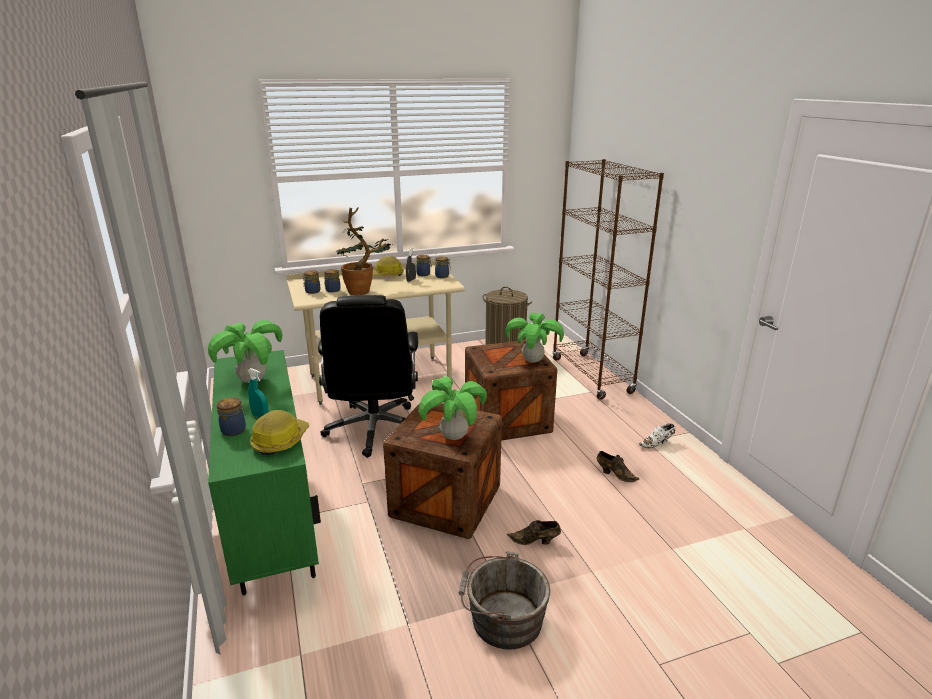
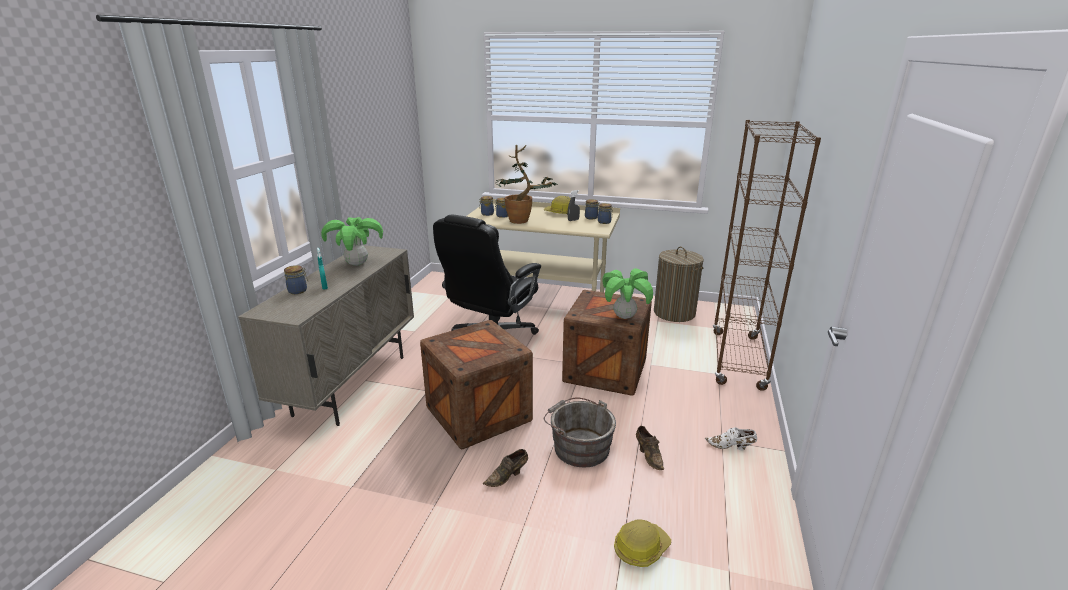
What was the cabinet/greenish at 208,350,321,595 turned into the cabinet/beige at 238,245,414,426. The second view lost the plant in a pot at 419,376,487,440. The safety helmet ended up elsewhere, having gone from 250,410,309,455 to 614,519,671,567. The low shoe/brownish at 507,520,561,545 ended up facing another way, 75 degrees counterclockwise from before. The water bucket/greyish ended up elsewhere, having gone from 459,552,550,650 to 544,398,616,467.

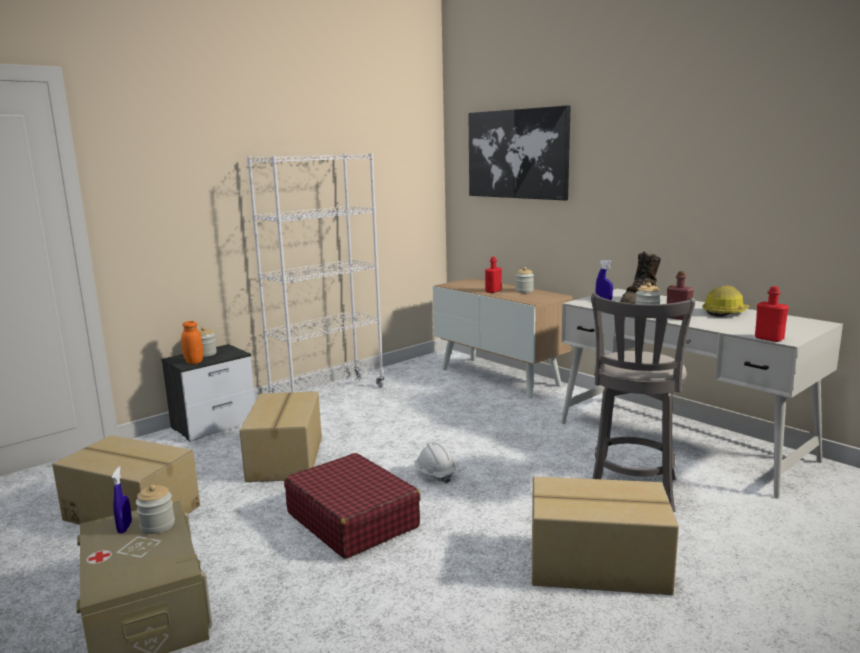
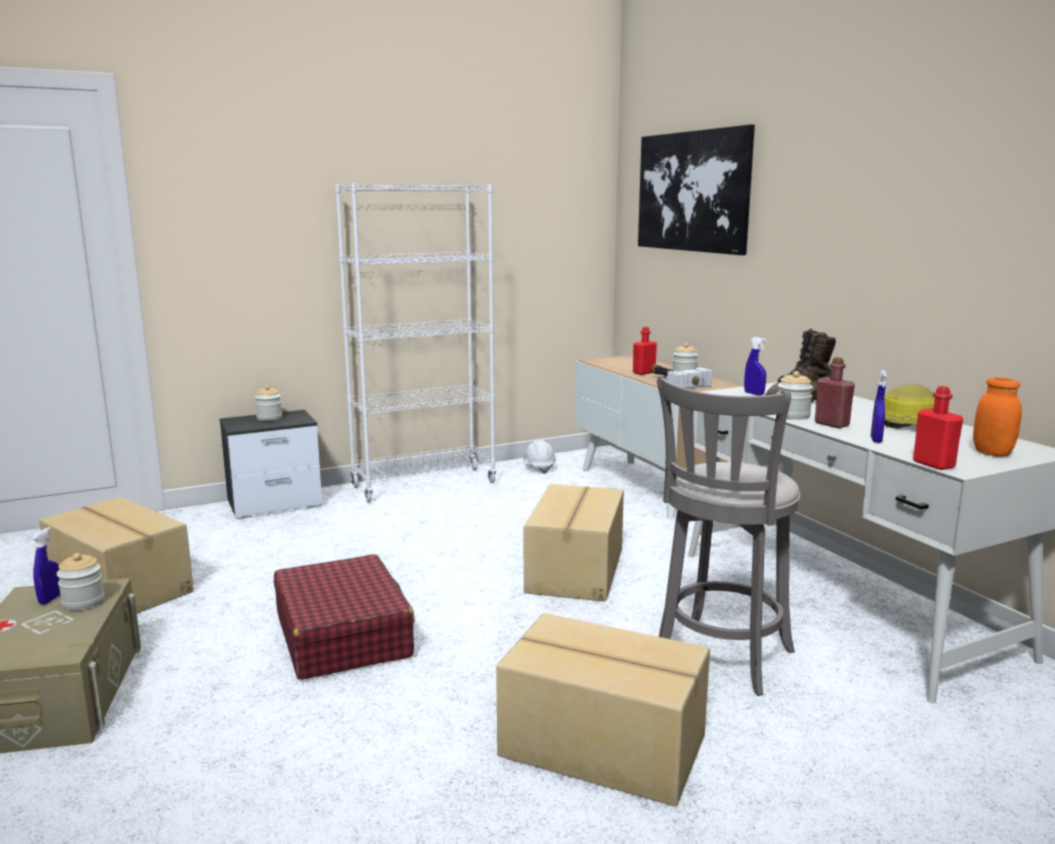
The storage jar/orange-coloured ended up elsewhere, having gone from 181,321,203,364 to 973,377,1022,457. The cardboard box ended up elsewhere, having gone from 239,391,322,482 to 524,484,624,602. The safety helmet/white ended up elsewhere, having gone from 414,442,456,484 to 523,439,556,474. The second view gained the hand hammer at 651,364,712,389. The second view gained the spray bottle/bluish at 871,370,887,443.

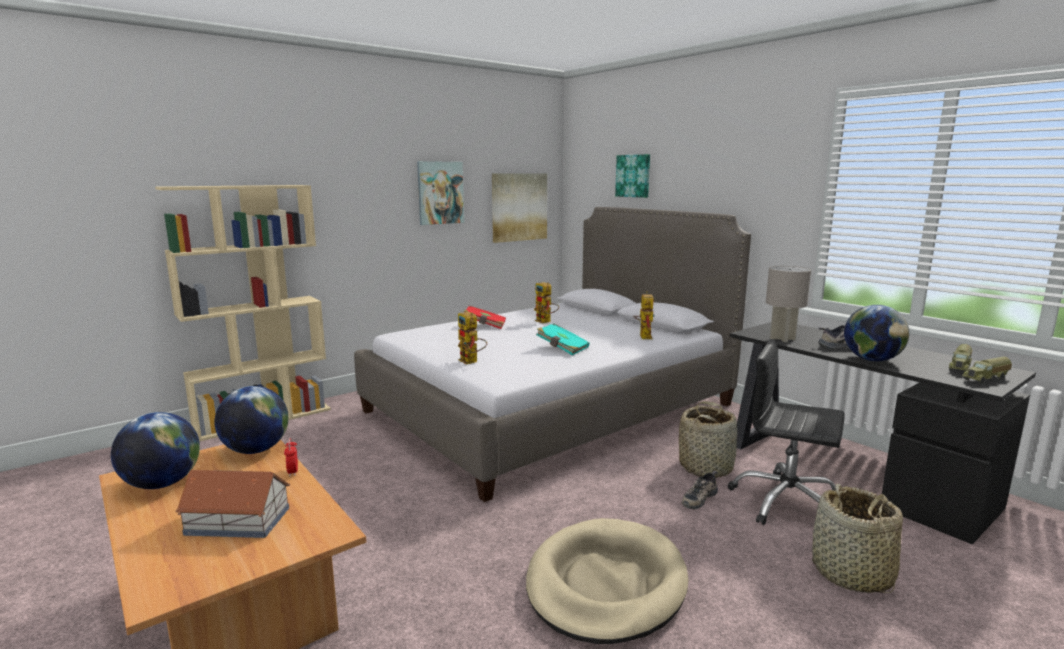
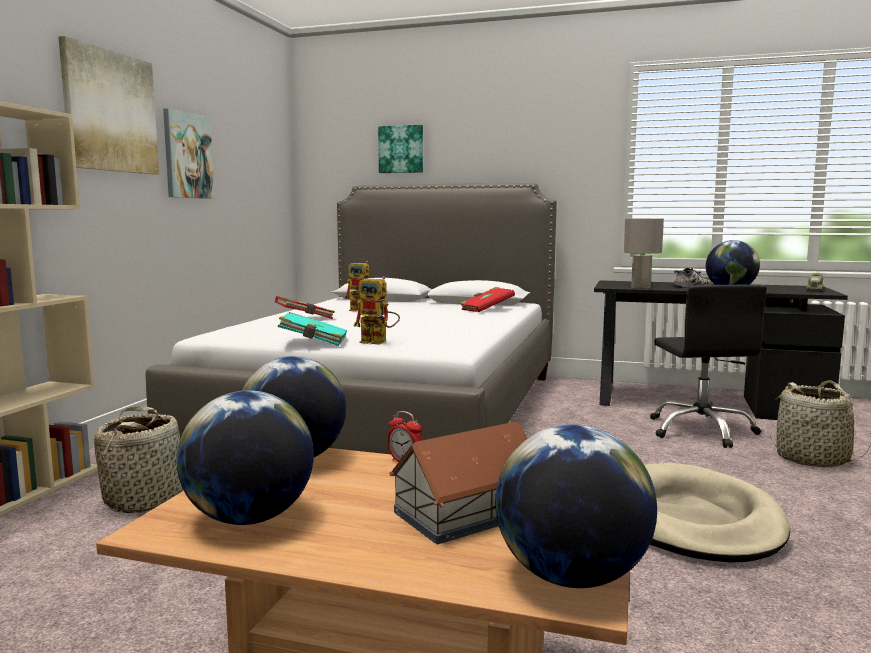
The wall art ended up elsewhere, having gone from 492,174,547,243 to 59,36,159,174. Where the toy robot stood at 633,292,655,339, the book/red came to stand at 460,287,515,312. The book/turquoise ended up elsewhere, having gone from 536,323,590,355 to 278,312,347,346. The computer chair/blackish at 728,339,845,525 ended up facing another way, 90 degrees counterclockwise from before. The second view lost the toy lorry at 949,344,972,371. The household basket ended up elsewhere, having gone from 679,401,737,478 to 94,406,183,513. The second view lost the low shoe at 682,471,718,509. The second view gained the desk globe at 495,424,657,588.

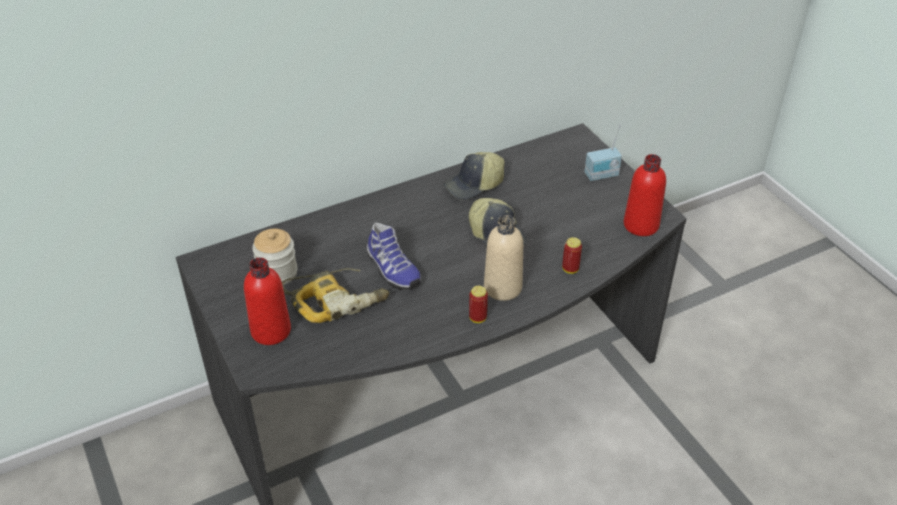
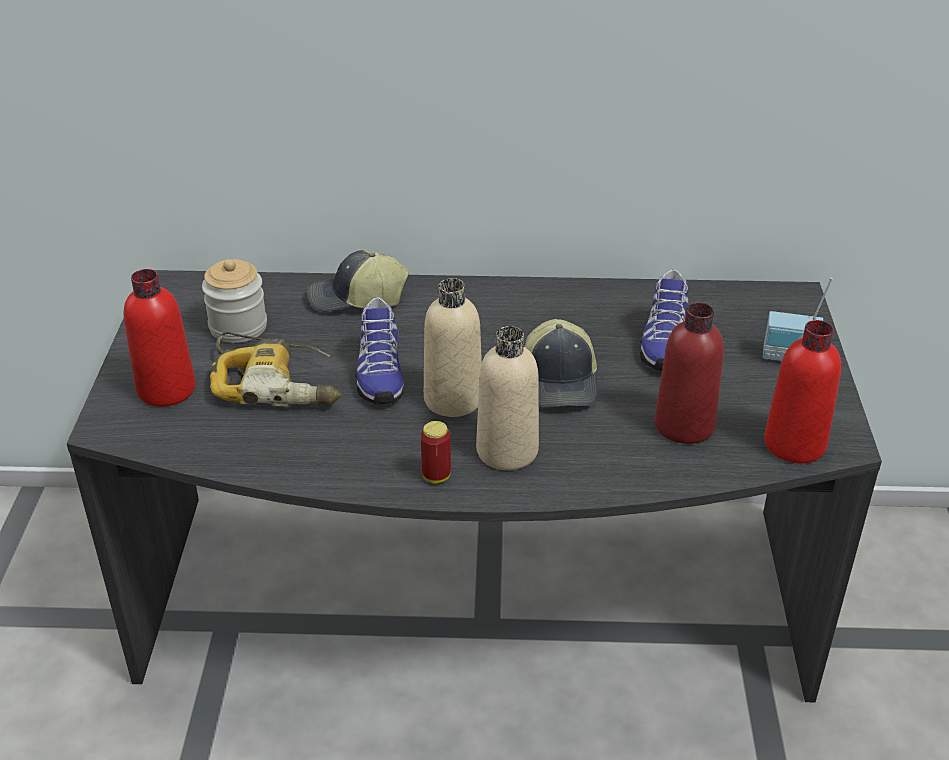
The cap ended up elsewhere, having gone from 443,152,505,200 to 307,250,409,312. The second view lost the metal can at 562,237,582,274. The second view gained the low shoe at 640,270,689,371. The second view gained the bottle/beige at 424,278,482,417. The second view gained the bottle/red at 655,303,724,444.

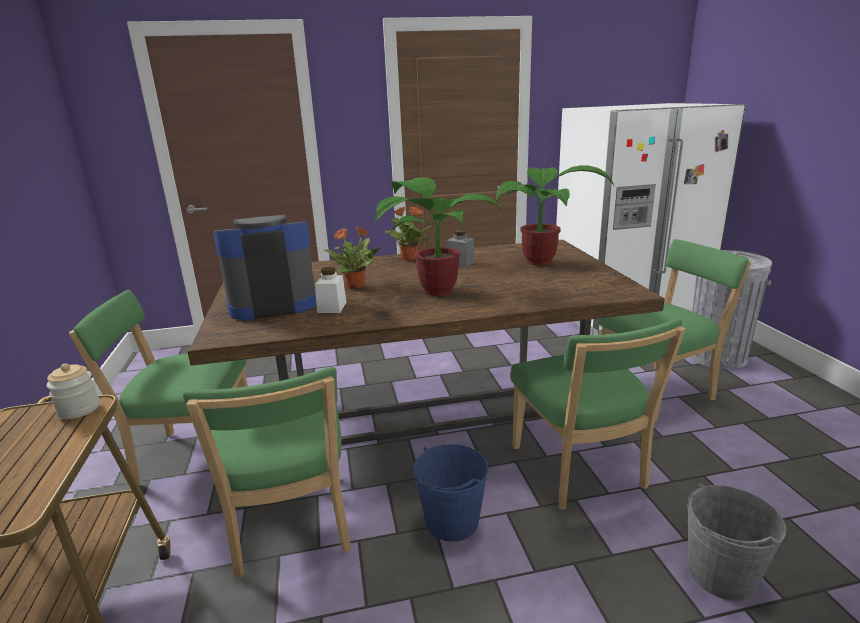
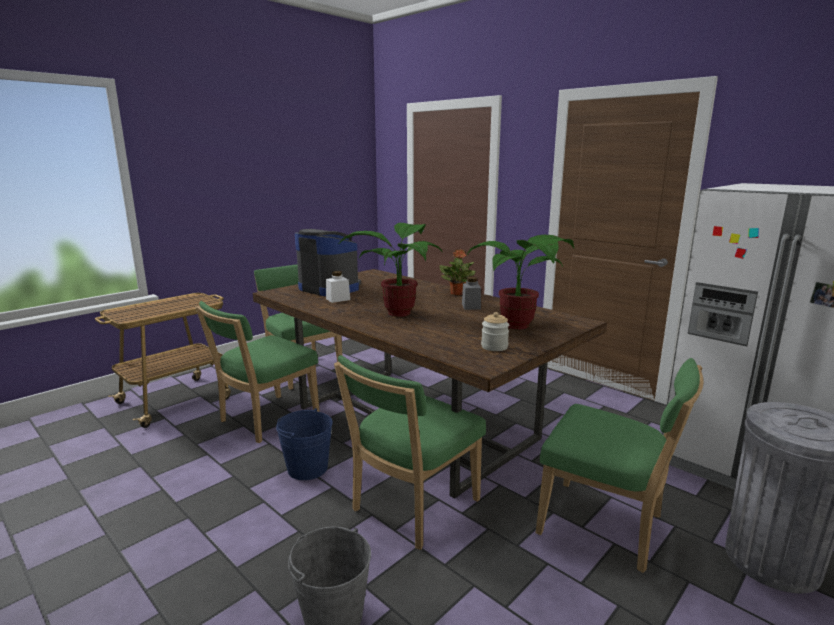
The second view lost the plant in a pot at 323,227,380,289. The storage jar ended up elsewhere, having gone from 46,363,99,419 to 481,312,509,351.

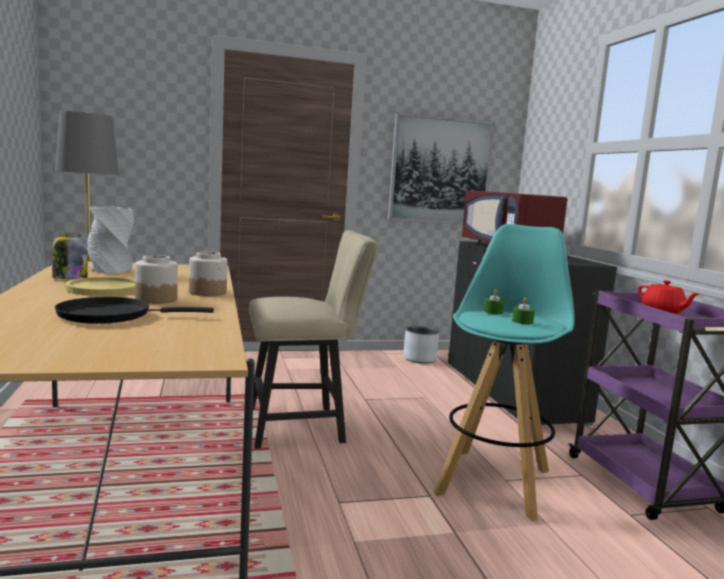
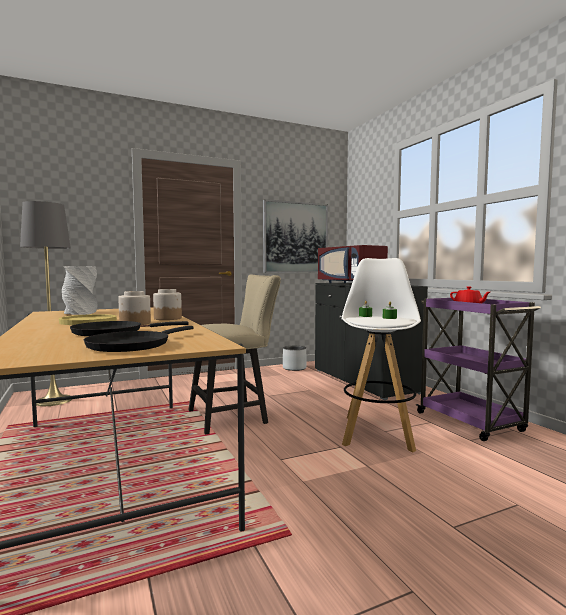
What was the stool seat/turquoise at 434,224,575,521 turned into the stool seat/white at 342,258,421,452. The second view lost the storage jar at 52,233,88,279. The second view gained the skillet/blackish at 84,326,193,352.

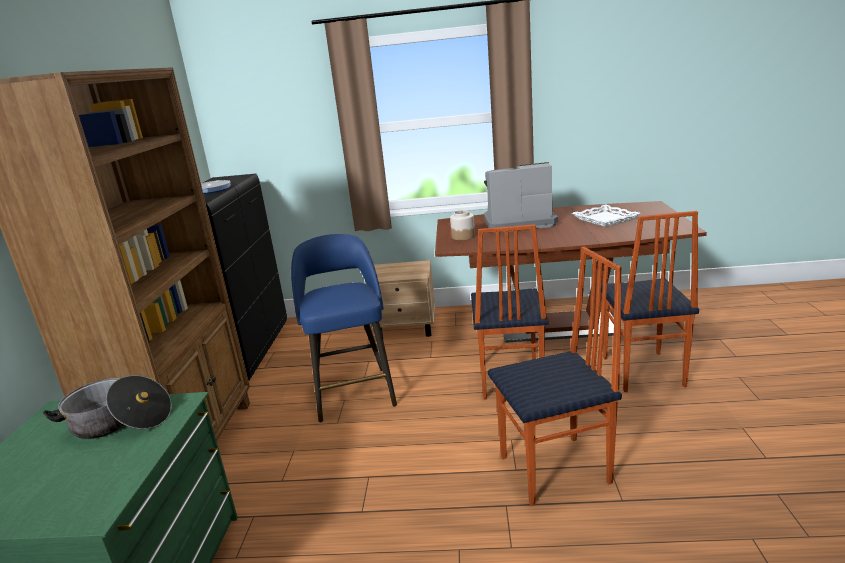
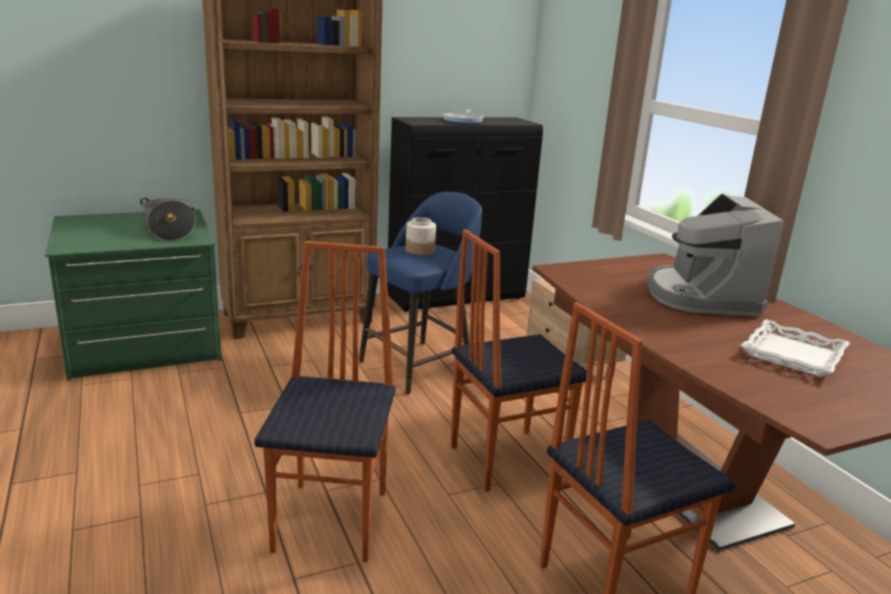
The coffee maker at 484,162,558,233 ended up facing another way, 150 degrees counterclockwise from before. The storage jar ended up elsewhere, having gone from 450,210,475,240 to 406,217,436,255. The chair at 488,247,622,506 ended up facing another way, 135 degrees counterclockwise from before.

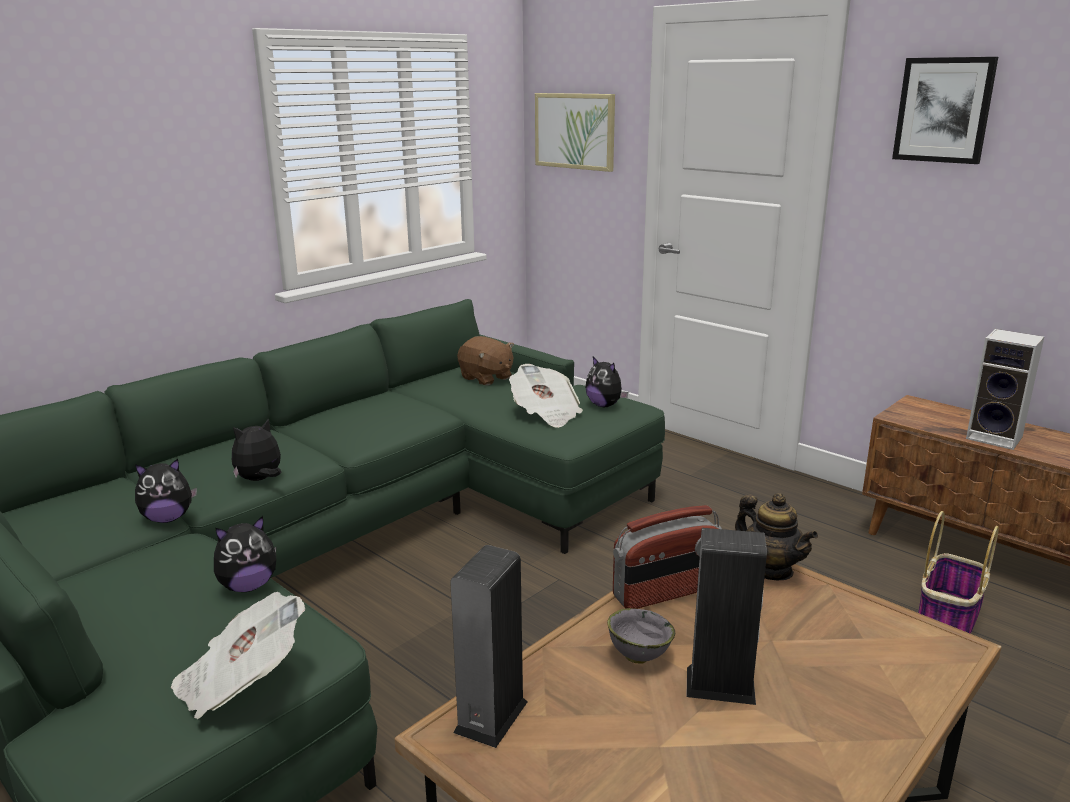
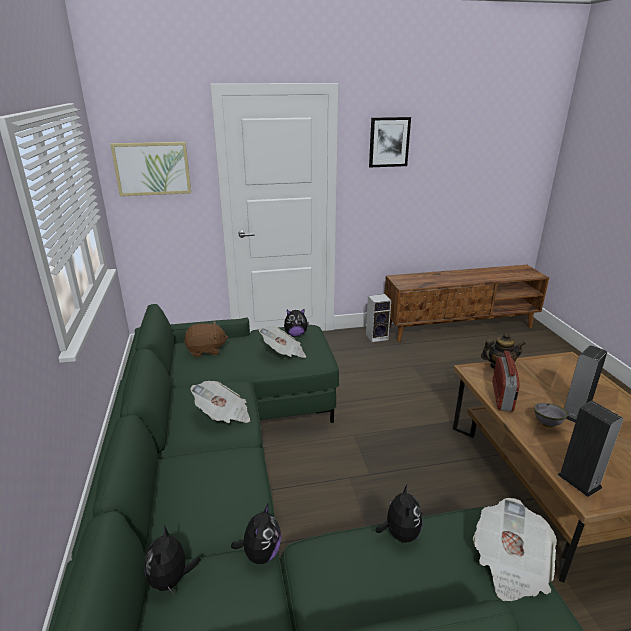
The loudspeaker ended up elsewhere, having gone from 966,329,1044,450 to 366,294,391,342. The soft toy ended up elsewhere, having gone from 232,418,281,481 to 145,526,201,594. The second view lost the household basket at 918,511,999,634. The second view gained the daily paper at 190,381,250,423.

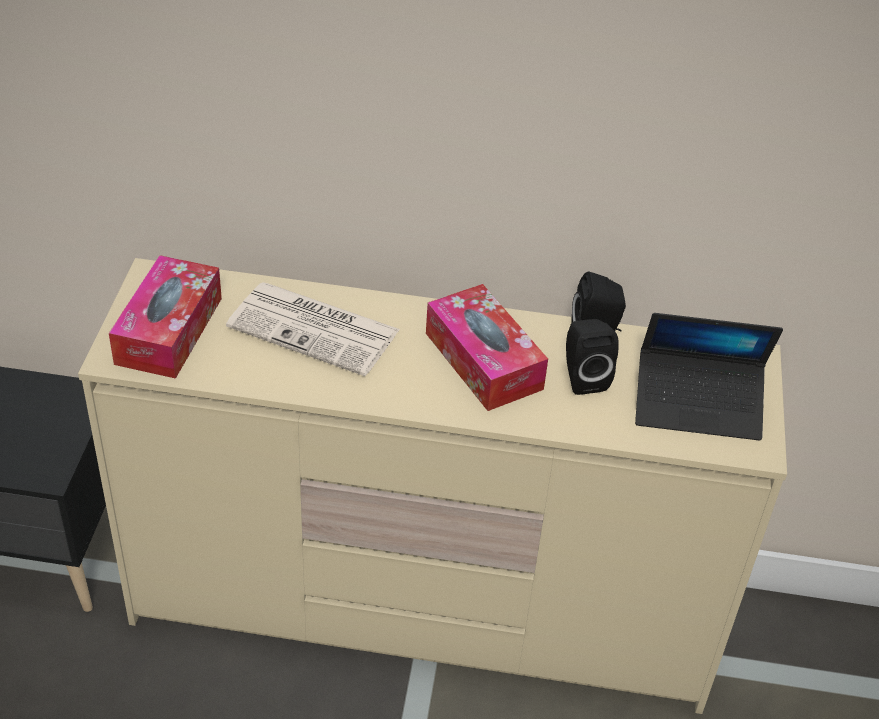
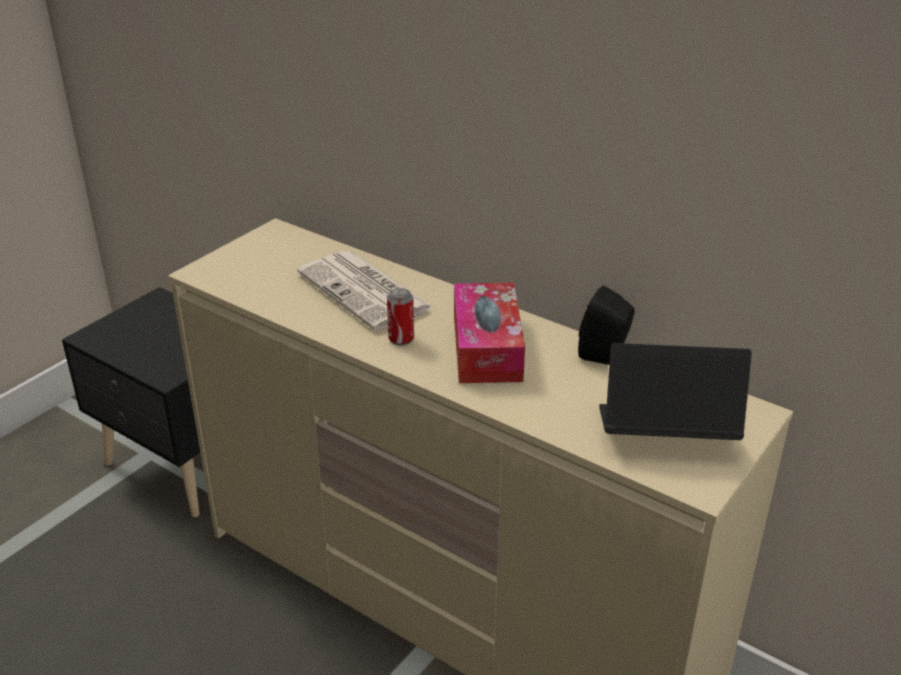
The second view lost the tissue holder at 109,255,222,379. The notebook computer at 635,313,783,441 ended up facing another way, 150 degrees clockwise from before. The second view lost the loudspeaker/blackish at 566,319,619,395. The second view gained the metal can at 387,288,414,346.

